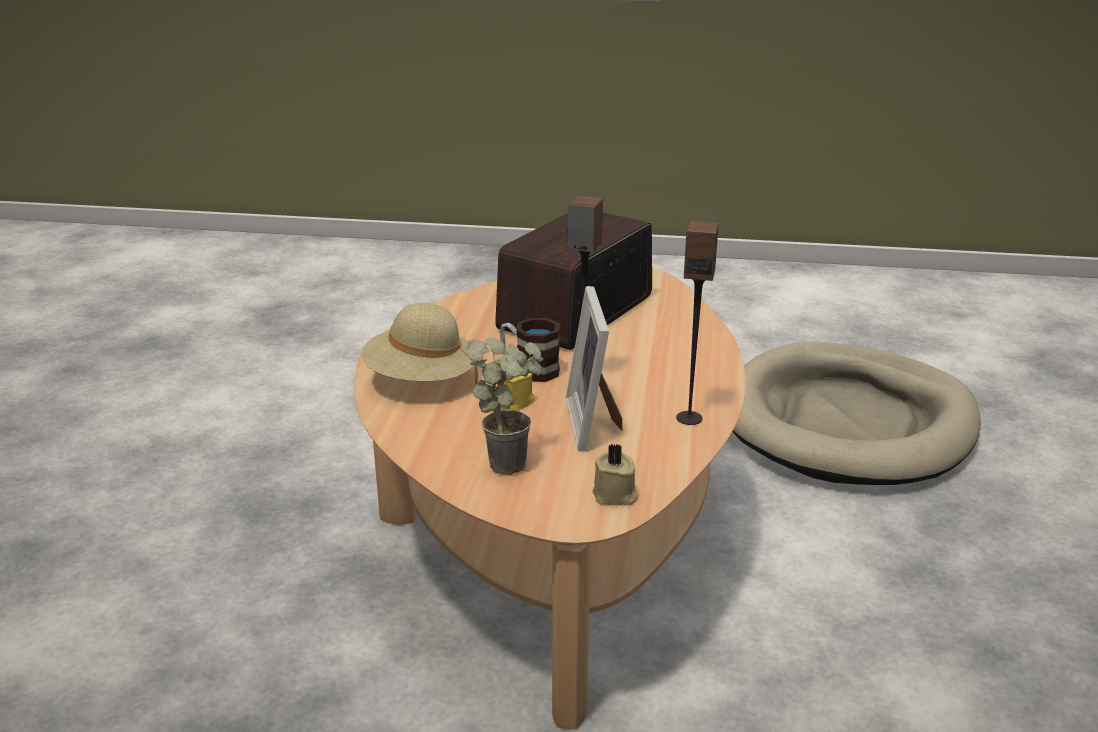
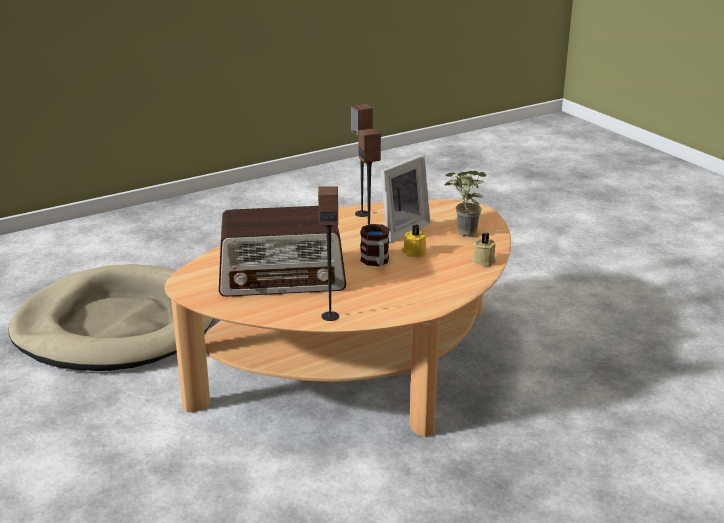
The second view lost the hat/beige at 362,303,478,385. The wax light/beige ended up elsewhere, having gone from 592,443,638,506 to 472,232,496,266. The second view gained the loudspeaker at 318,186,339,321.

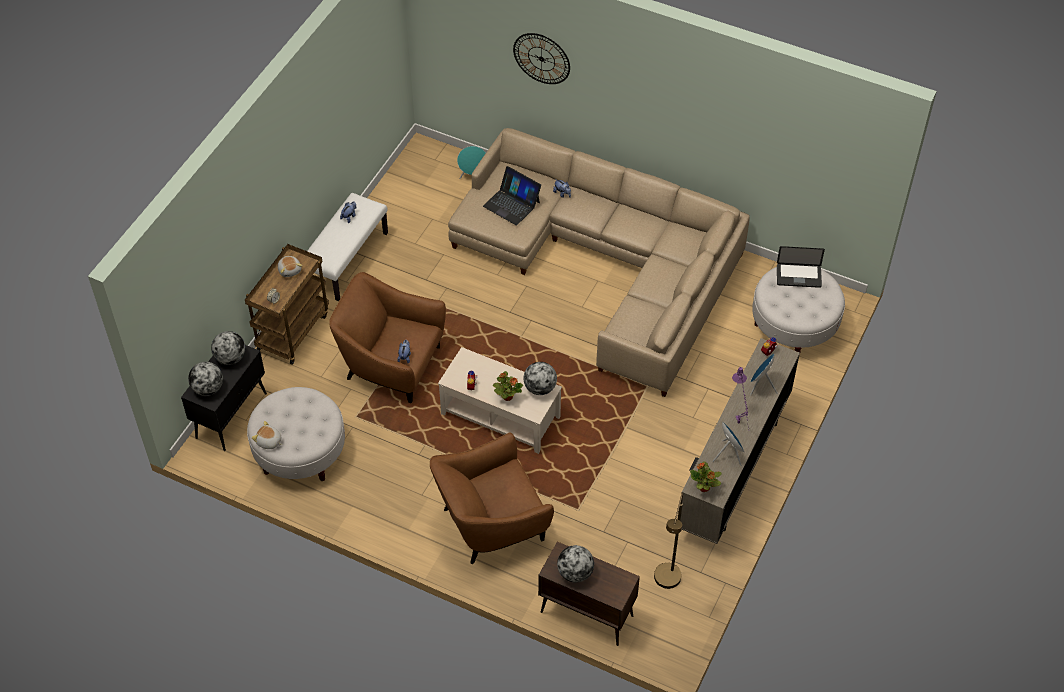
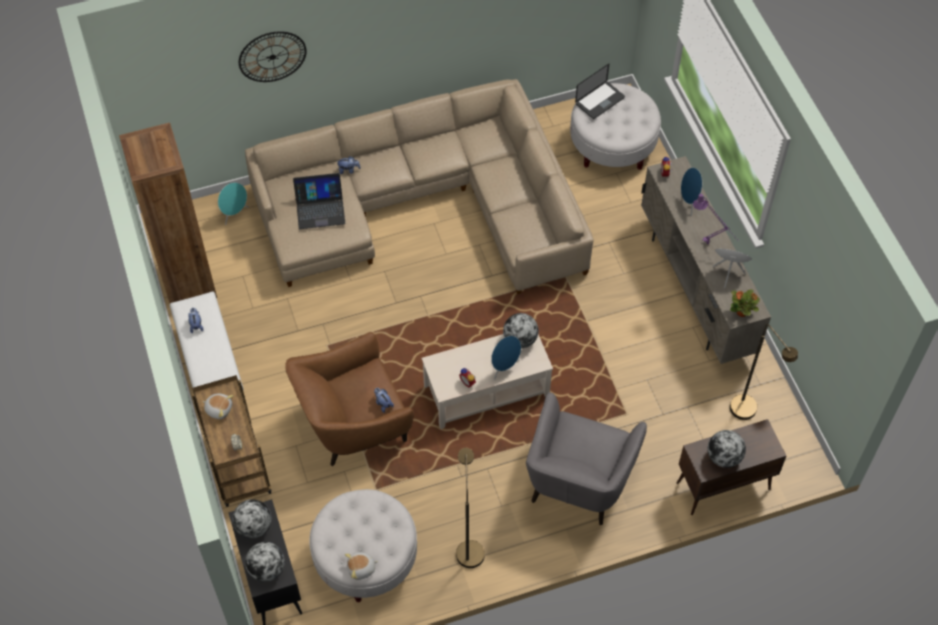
Where the plant in a pot stood at 493,371,523,401, the loudspeaker/bluish came to stand at 491,336,521,380. What was the lounge chair/brownish at 430,433,554,564 turned into the lounge chair/greyish at 526,392,647,525. The second view gained the shelving unit/brownish at 119,122,217,303. The second view gained the standard lamp/brownish at 456,448,485,568.

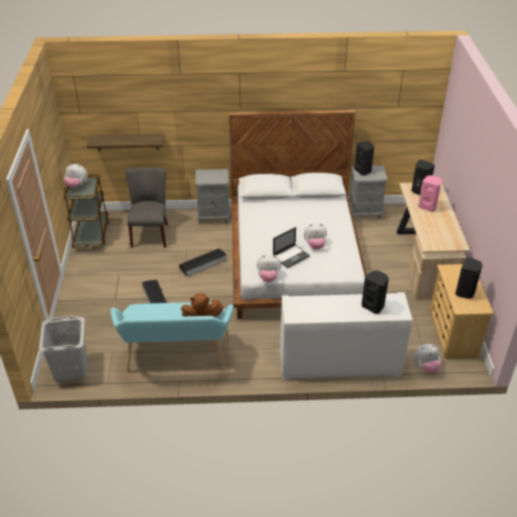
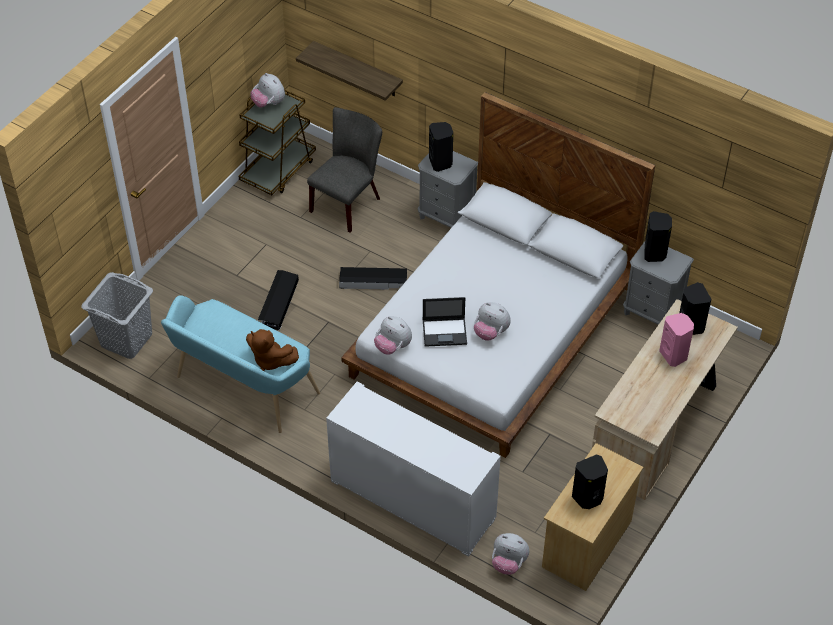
The loudspeaker/blackish ended up elsewhere, having gone from 362,270,389,314 to 429,122,453,172.

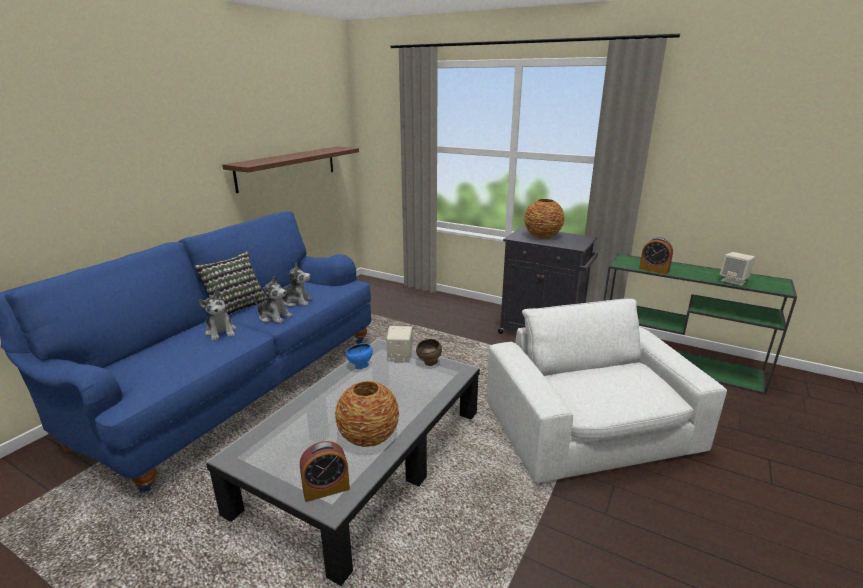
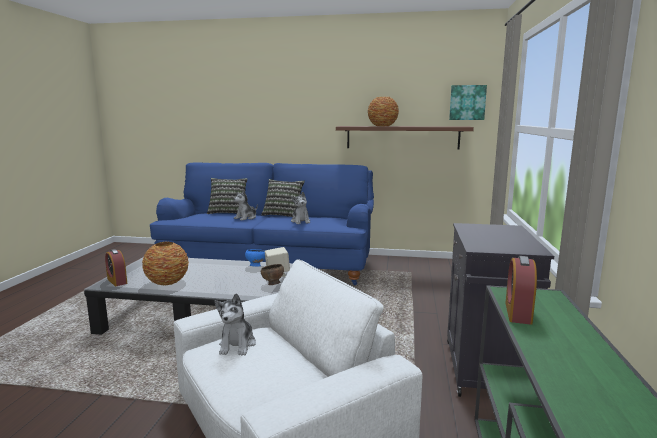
The flower vase ended up elsewhere, having gone from 524,199,564,238 to 368,97,399,126. The second view lost the loudspeaker/beige at 720,252,756,286. The soft toy ended up elsewhere, having gone from 254,277,292,323 to 215,293,256,356. The second view gained the wall art at 449,85,487,120. The second view gained the throw pillow at 207,178,248,214.

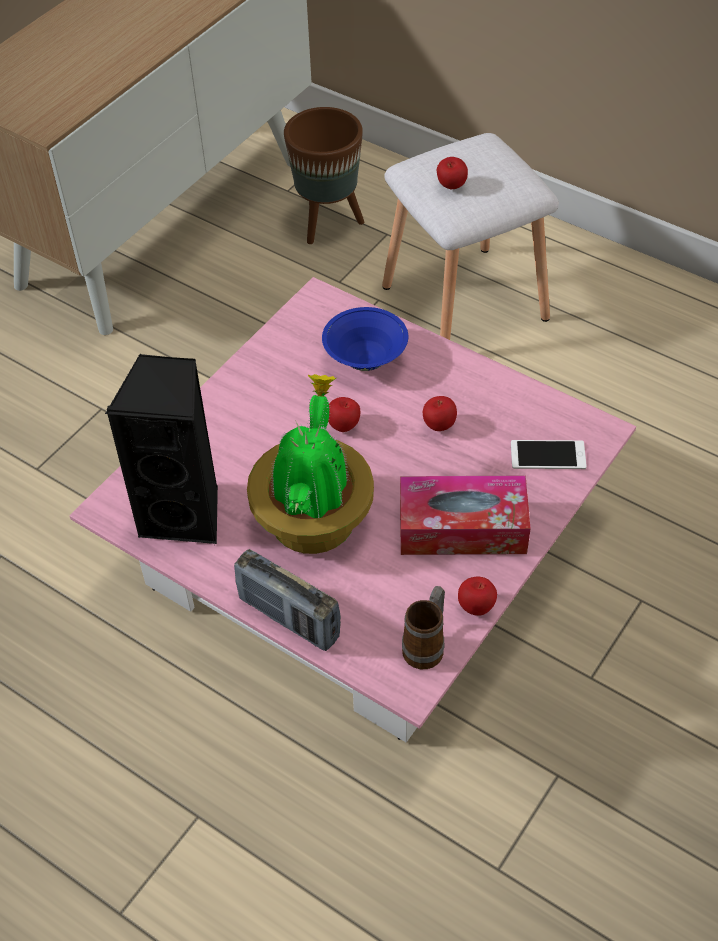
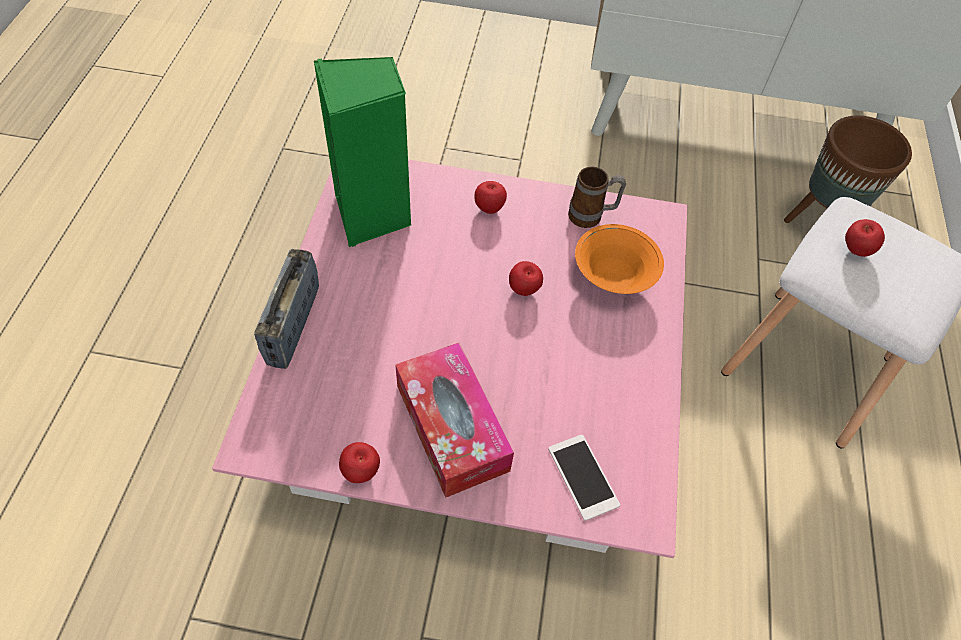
What was the bowl/bluish at 322,307,408,371 turned into the bowl/orange-coloured at 575,224,664,294. What was the loudspeaker/blackish at 105,354,218,544 turned into the loudspeaker/greenish at 314,57,411,247. The second view lost the plant in a pot at 247,374,374,554. The apple fruit ended up elsewhere, having gone from 423,396,457,431 to 474,181,507,214. The coffee mug ended up elsewhere, having gone from 402,586,445,669 to 568,167,626,228.

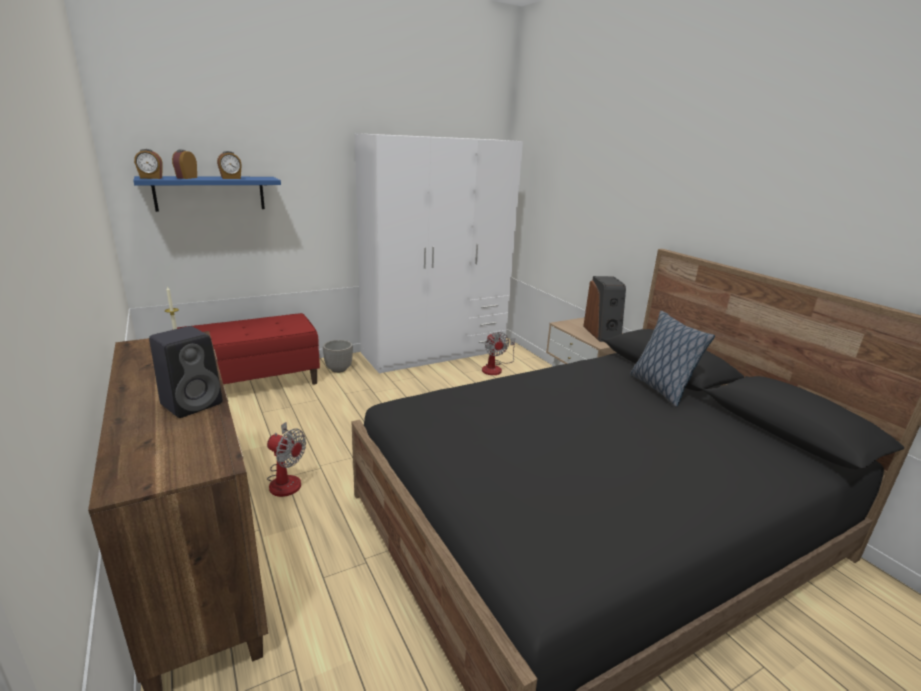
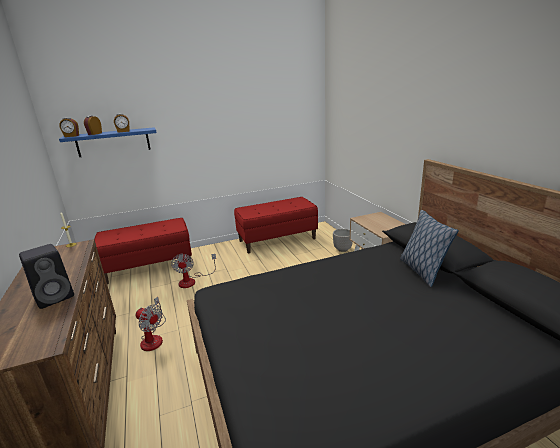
Where the armoire/white stood at 355,133,523,374, the bench/red came to stand at 234,197,318,253. The second view lost the loudspeaker at 583,276,626,342. The fan ended up elsewhere, having gone from 482,332,515,375 to 171,253,216,288. The plant pot ended up elsewhere, having gone from 323,340,353,373 to 333,229,353,252.

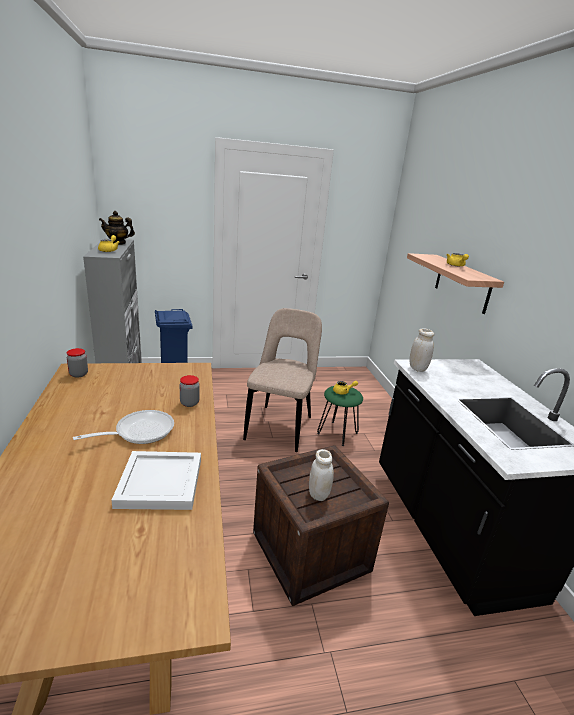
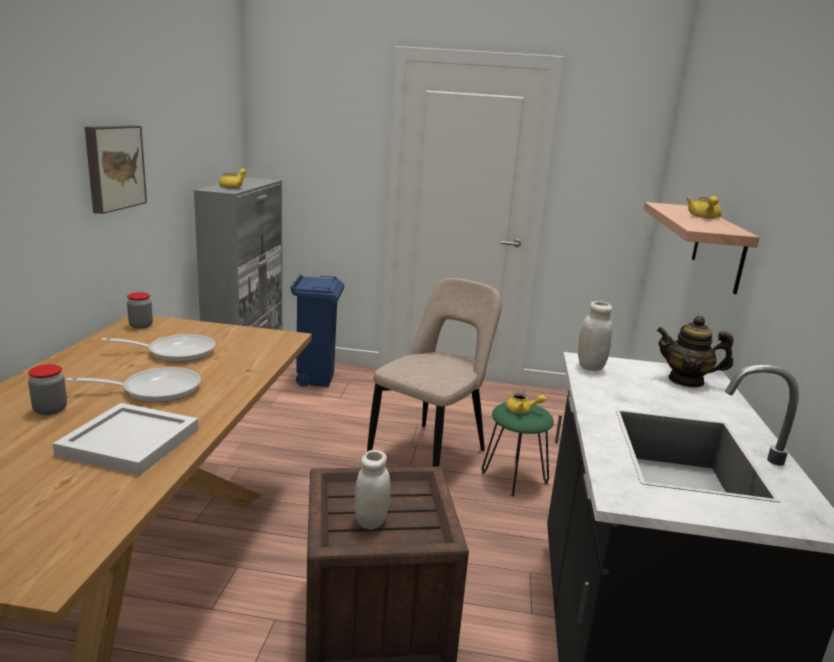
The pot for tea ended up elsewhere, having gone from 99,211,135,245 to 656,316,734,388. The storage jar ended up elsewhere, having gone from 180,375,200,407 to 28,364,67,415. The second view gained the wall art at 85,125,147,214. The second view gained the skillet at 101,334,215,362.

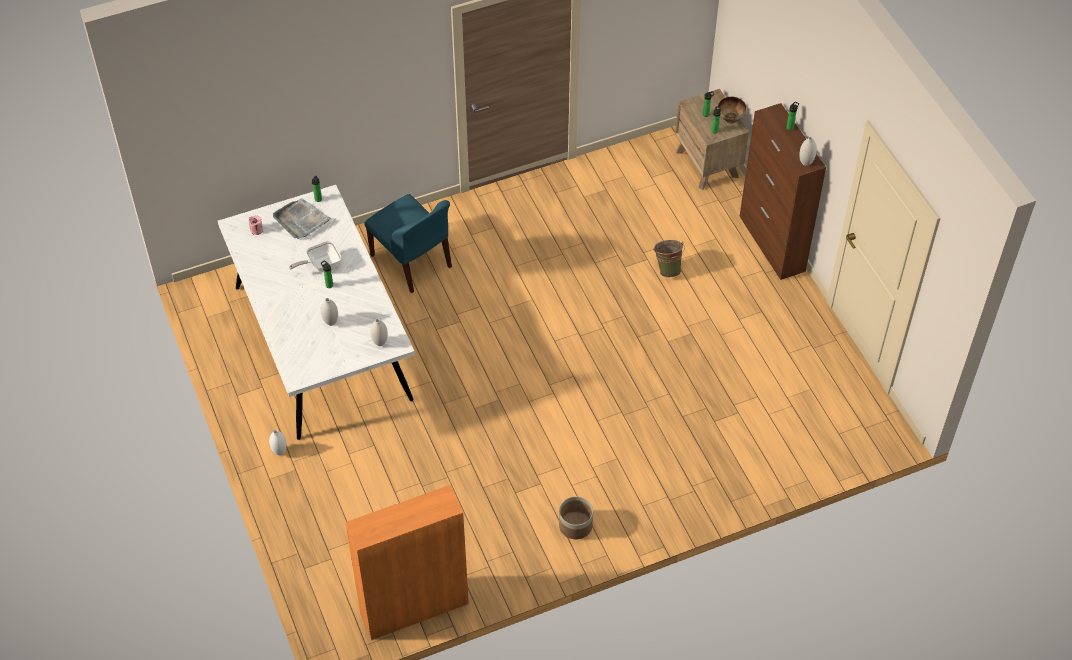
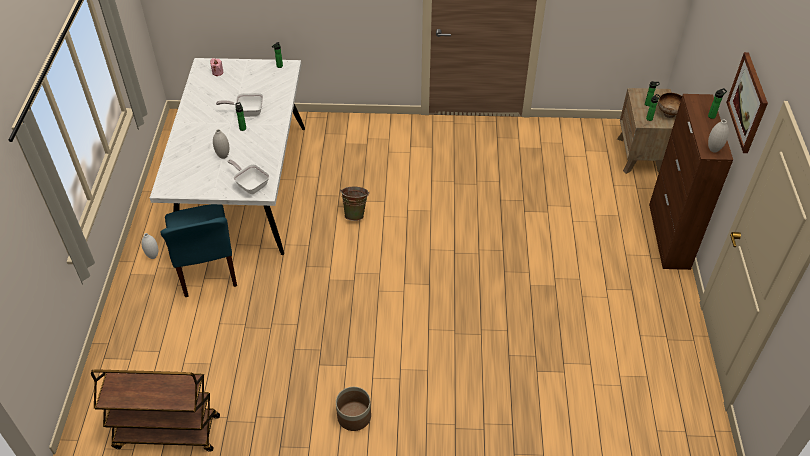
The chair/bluish ended up elsewhere, having gone from 365,194,452,293 to 161,204,237,297. The second view lost the tray/greyish at 273,198,332,239. The water bucket/greenish ended up elsewhere, having gone from 654,240,685,277 to 340,187,369,221. Where the flower vase/white stood at 370,319,388,346, the skillet came to stand at 227,159,270,194. Where the cabinet/orange-coloured stood at 345,485,469,640, the trolley/brownish came to stand at 91,369,220,452. The second view gained the wall art at 726,52,768,153.

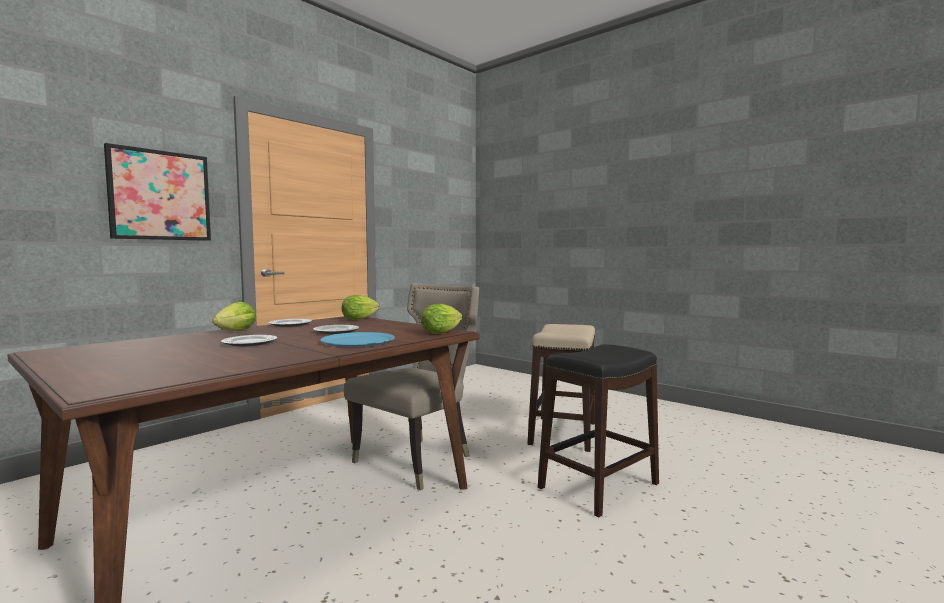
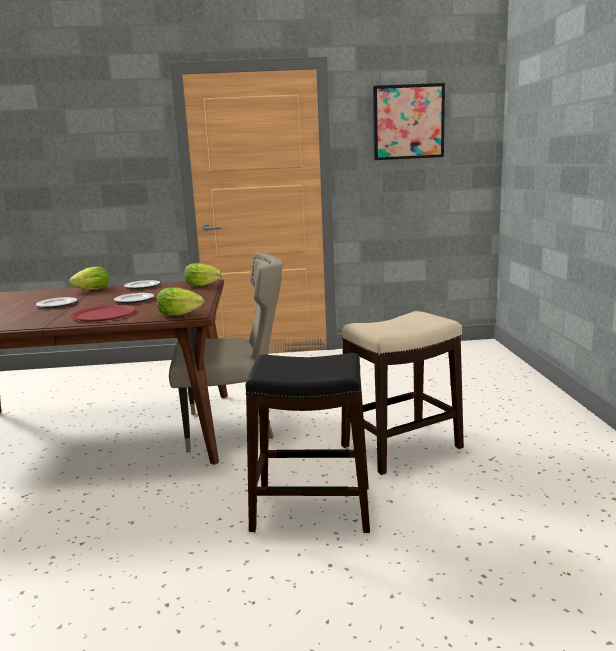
The wall art ended up elsewhere, having gone from 104,143,211,241 to 373,83,445,160. What was the dinner plate/bluish at 320,332,395,347 turned into the dinner plate/red at 71,305,135,322.

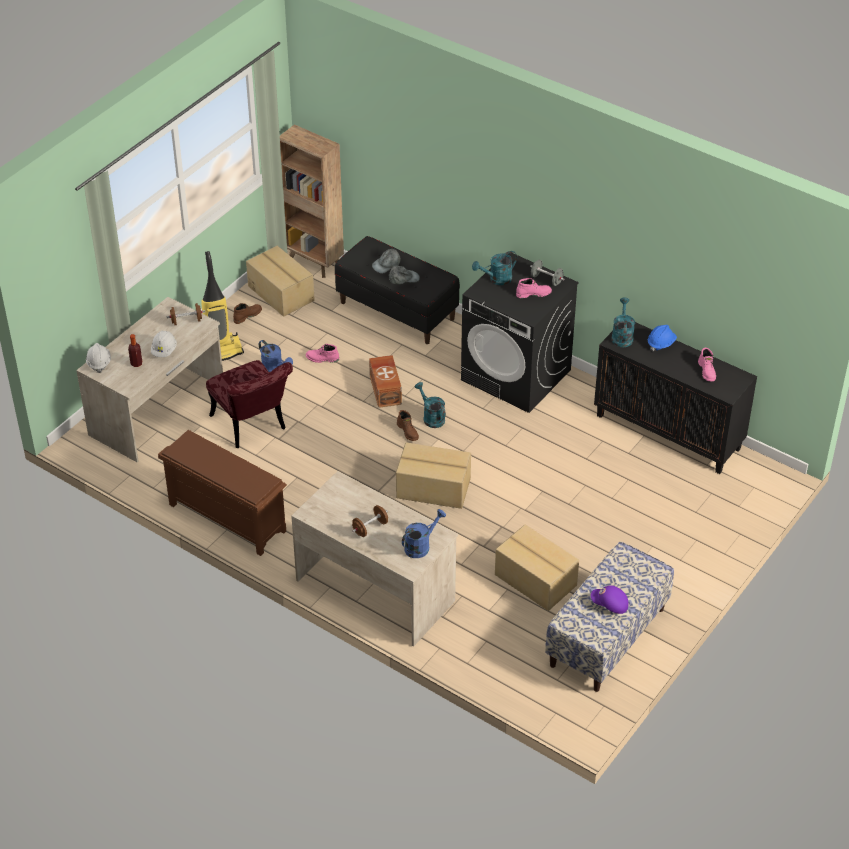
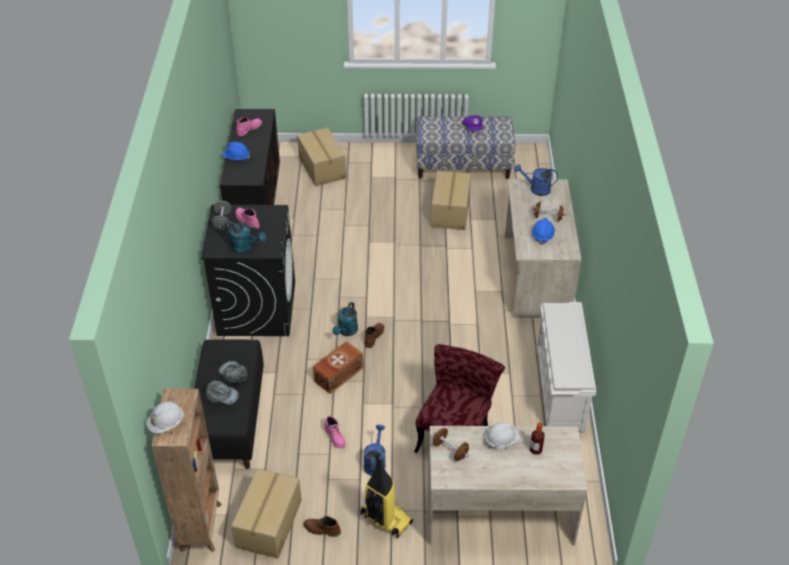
The second view lost the sprinkling can/turquoise at 612,297,635,348. The safety helmet/white ended up elsewhere, having gone from 86,343,111,373 to 146,401,184,434. What was the shoe rack/brownish at 158,430,287,556 turned into the shoe rack/white at 536,302,596,433. The cardboard box ended up elsewhere, having gone from 396,442,471,509 to 297,128,346,186. The second view gained the safety helmet/bluish at 532,218,555,245.

